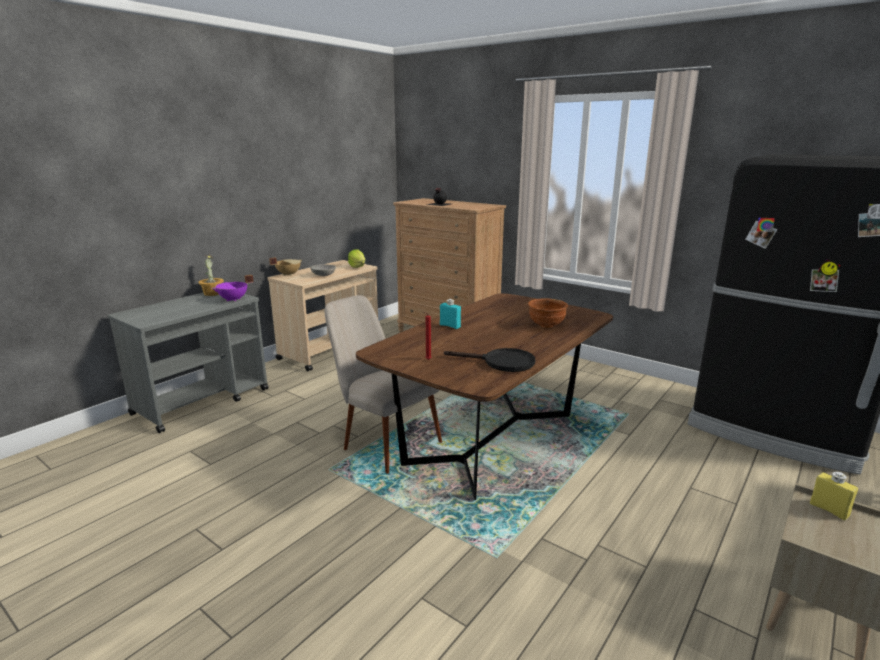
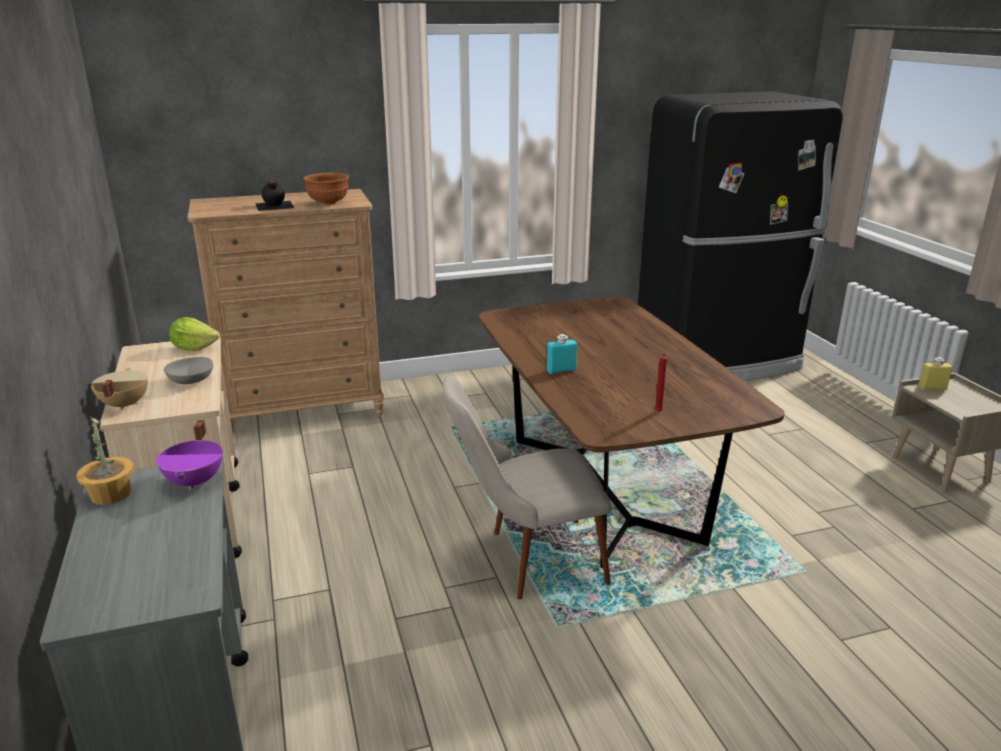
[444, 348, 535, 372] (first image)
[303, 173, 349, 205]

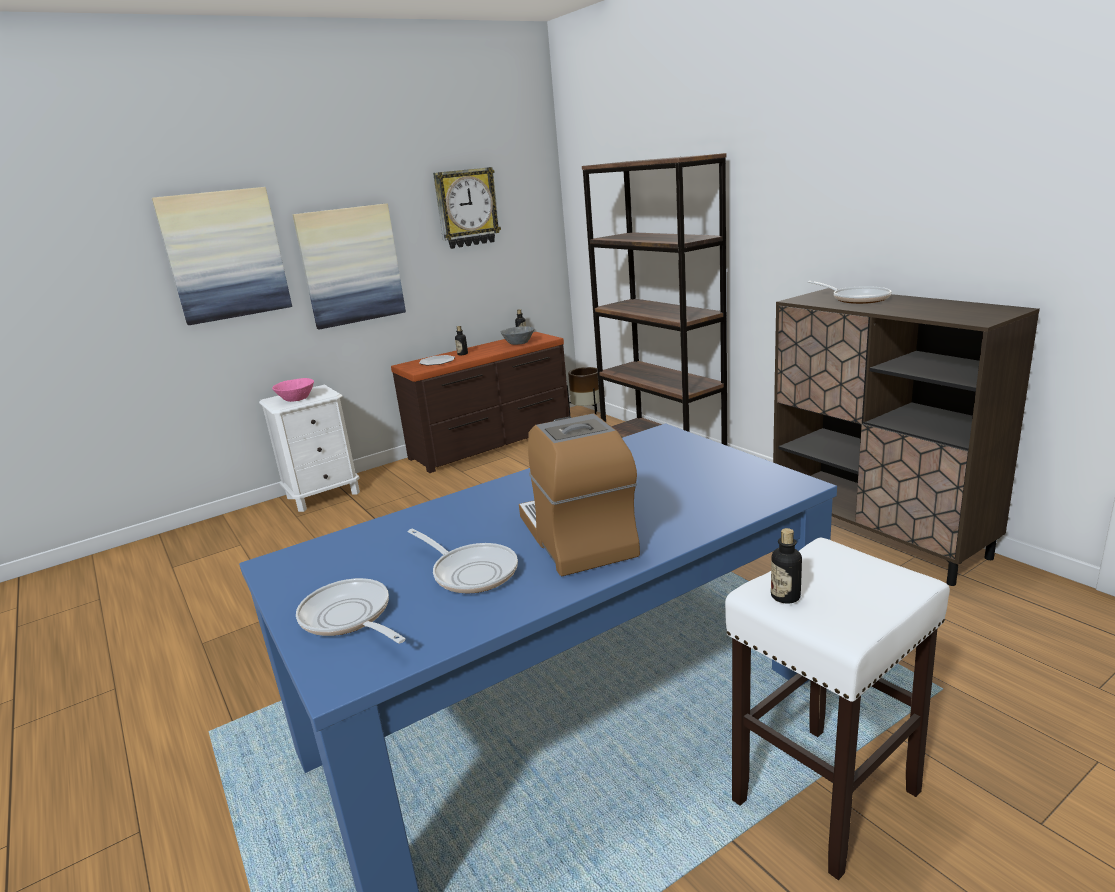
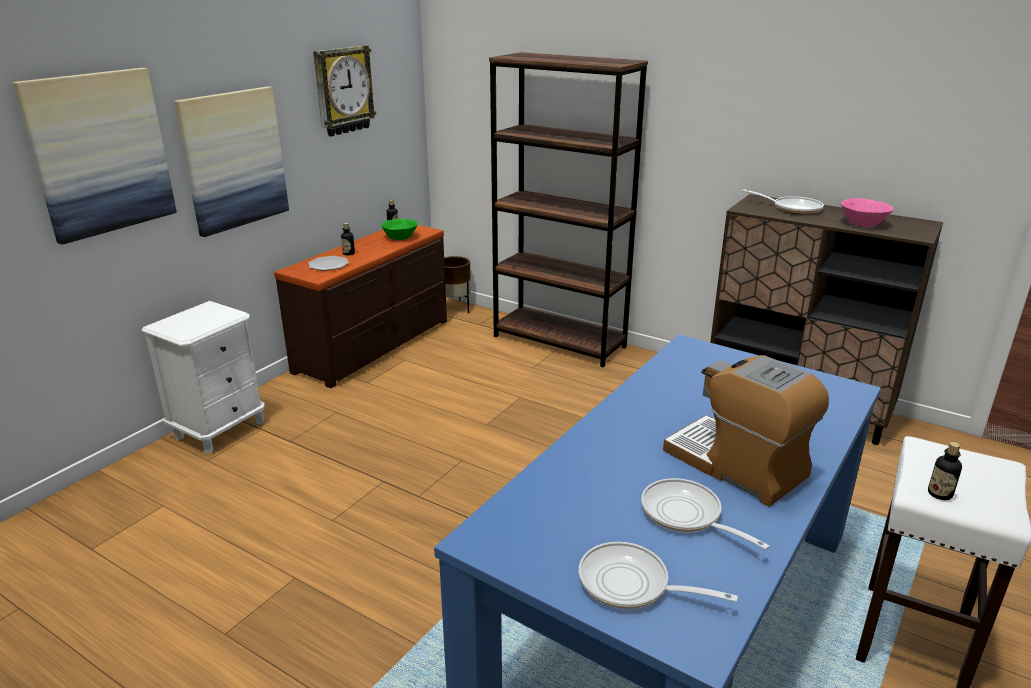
[841, 198, 894, 227]
[641, 478, 770, 550]
[381, 219, 418, 240]

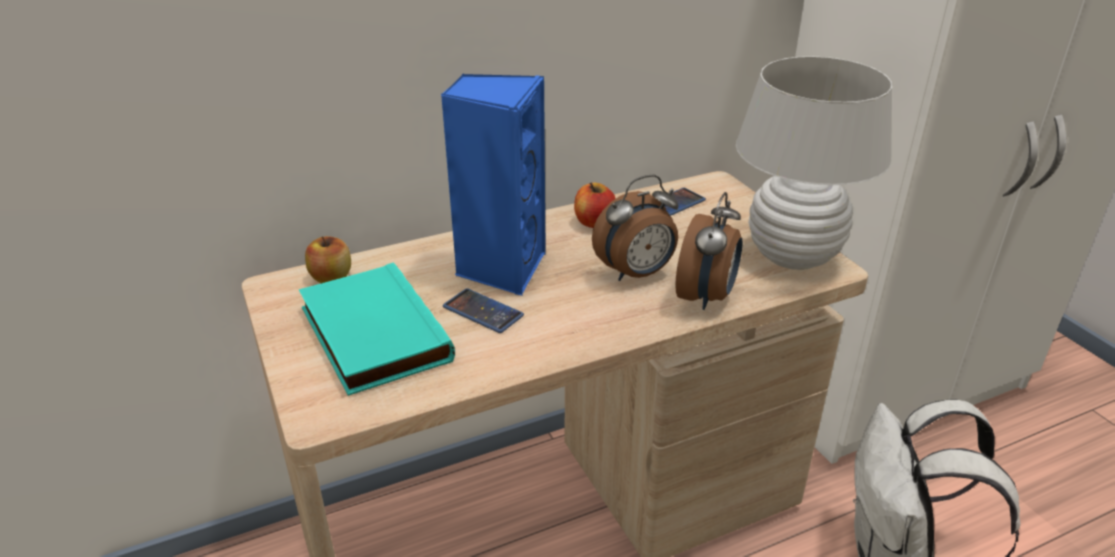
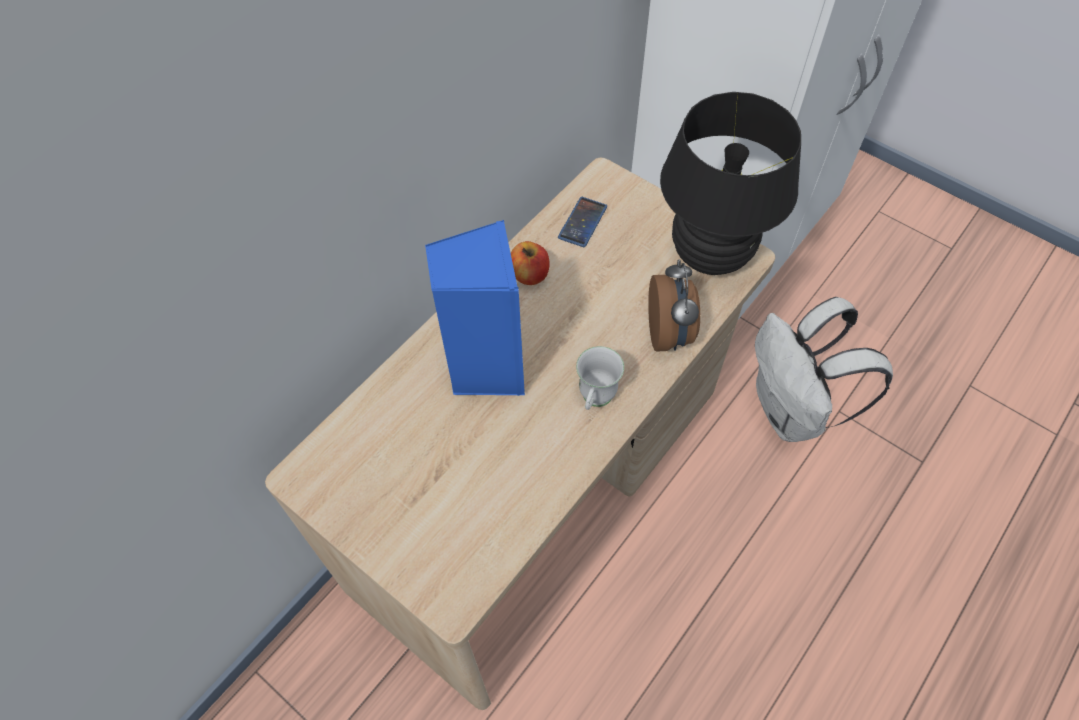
[298, 262, 455, 396] (first image)
[305, 236, 351, 283] (first image)
[443, 288, 524, 333] (first image)
[592, 175, 679, 281] (first image)
[660, 92, 801, 275]
[576, 346, 624, 410]

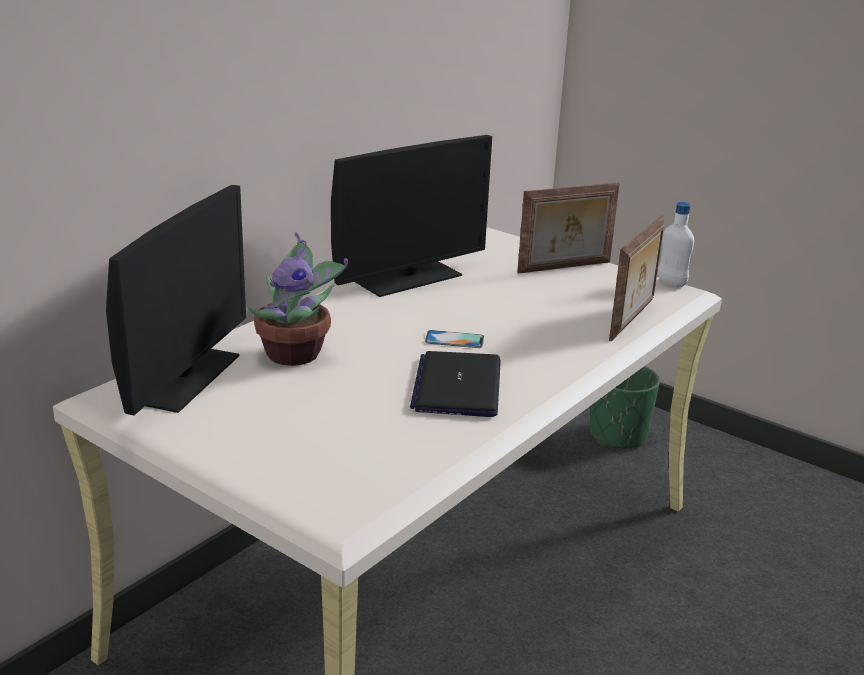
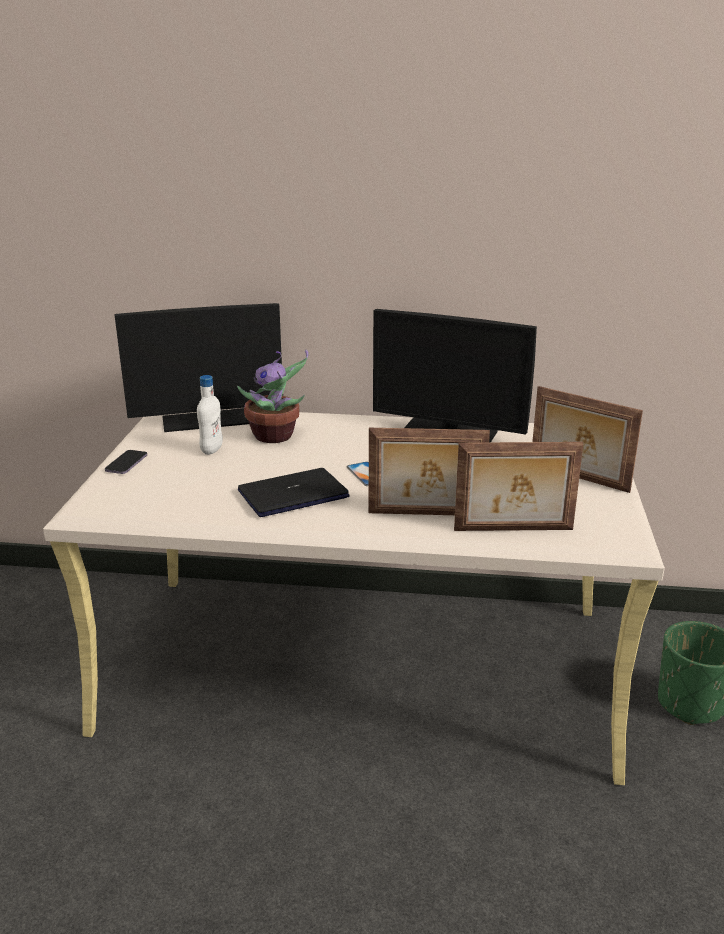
[197, 375, 223, 455]
[105, 450, 147, 474]
[369, 428, 490, 515]

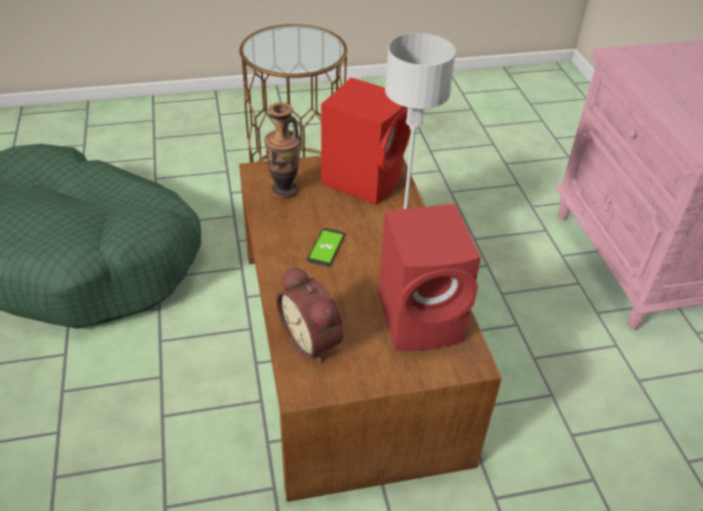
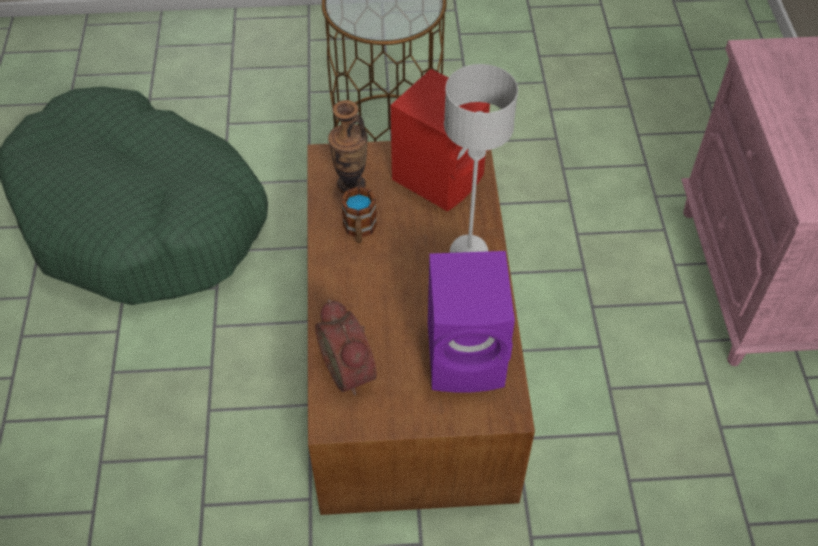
[307, 228, 345, 266] (first image)
[428, 251, 515, 393]
[341, 186, 377, 243]

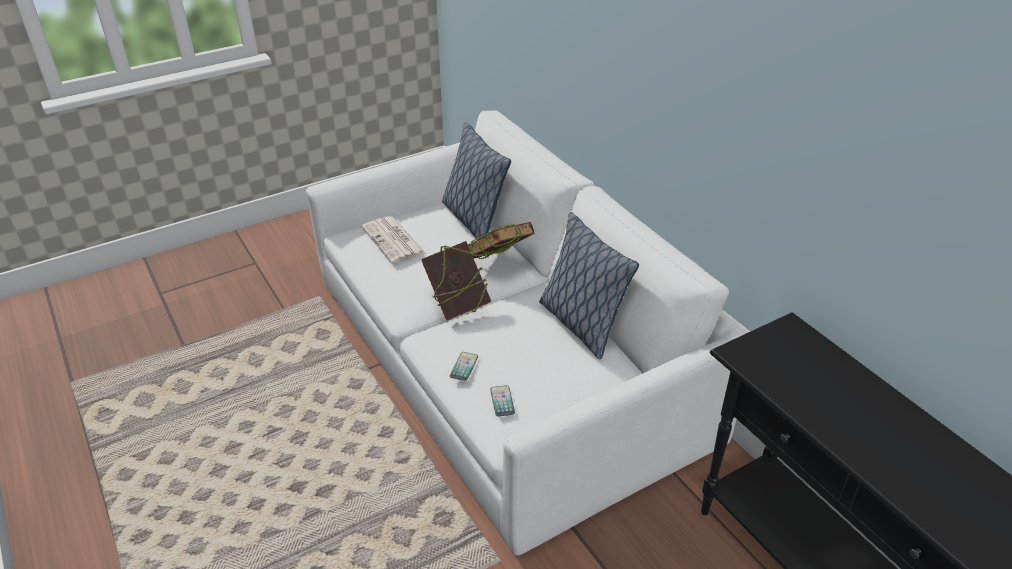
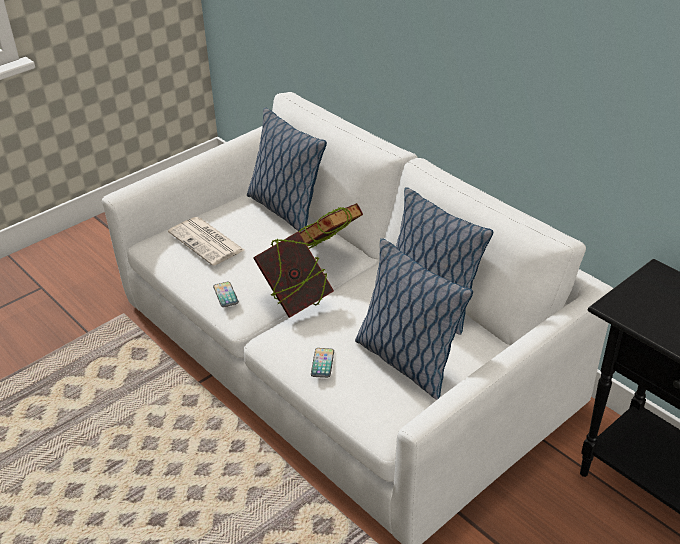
[213, 282, 239, 307]
[355, 238, 473, 400]

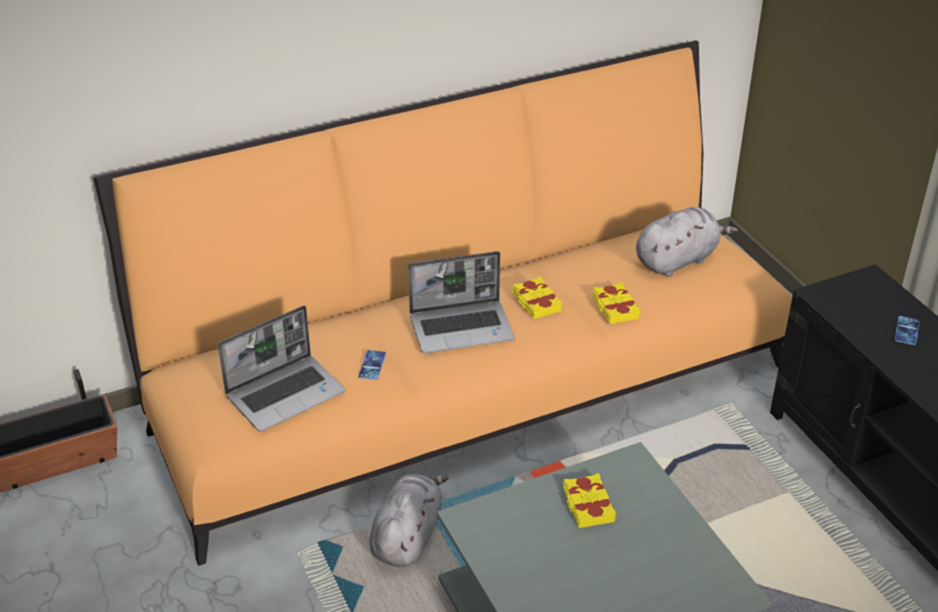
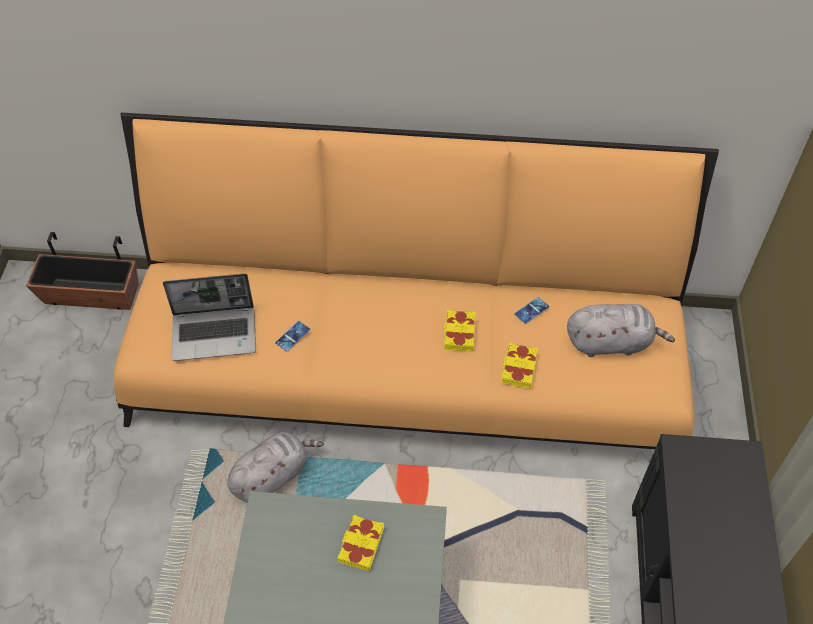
[408, 251, 515, 353] (first image)
[514, 297, 549, 324]

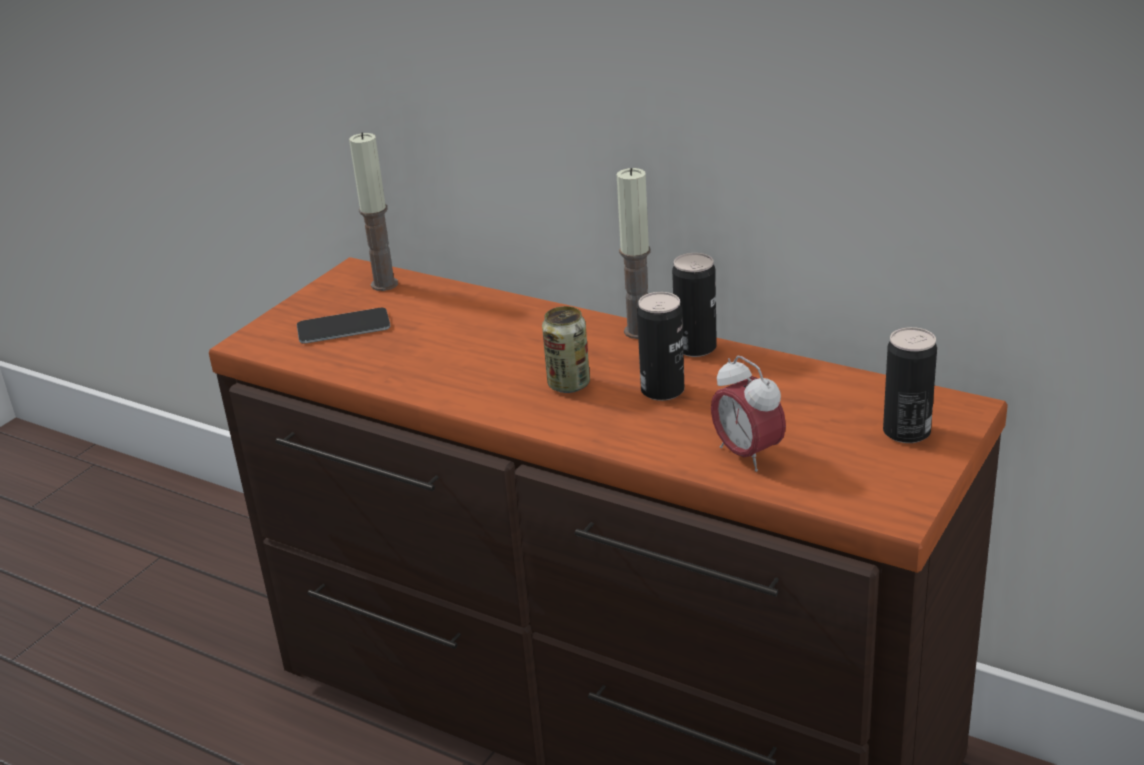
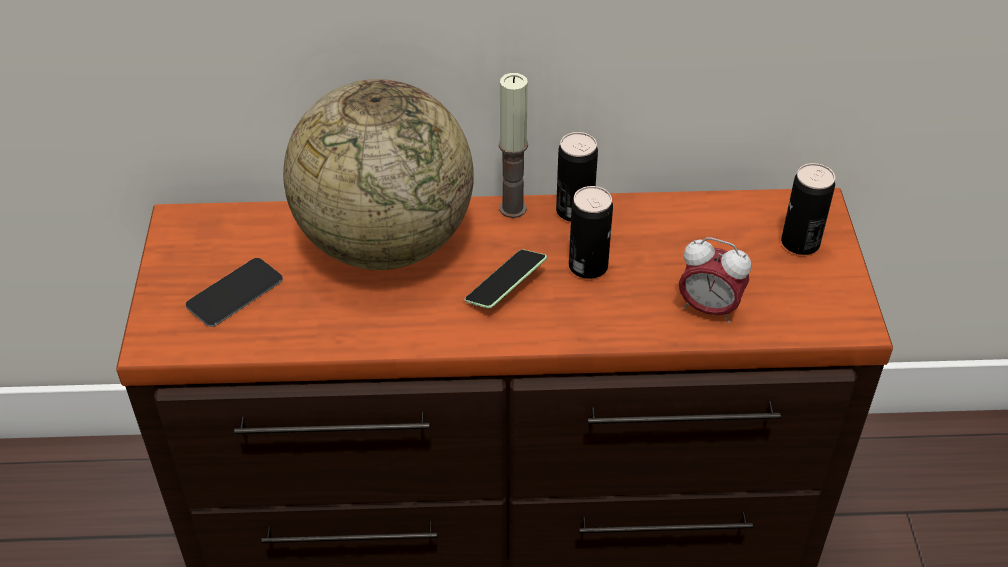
[349, 132, 398, 291] (first image)
[465, 249, 547, 309]
[283, 79, 474, 270]

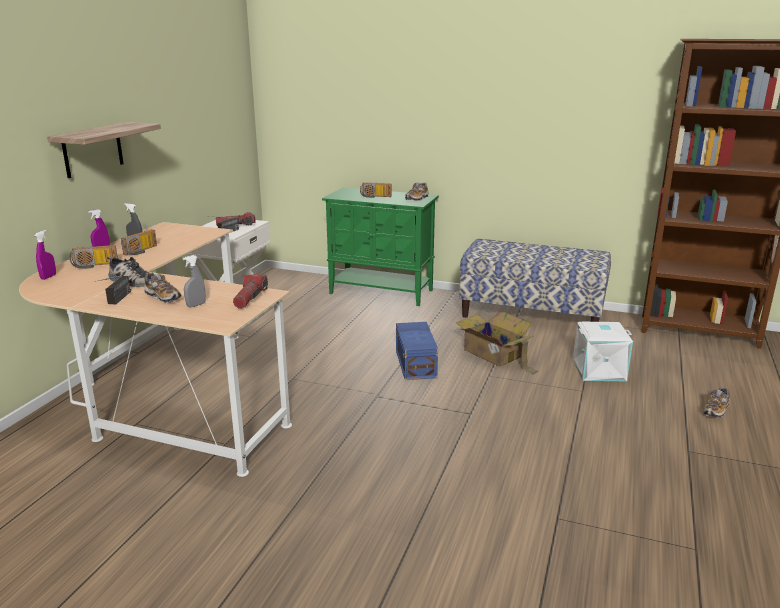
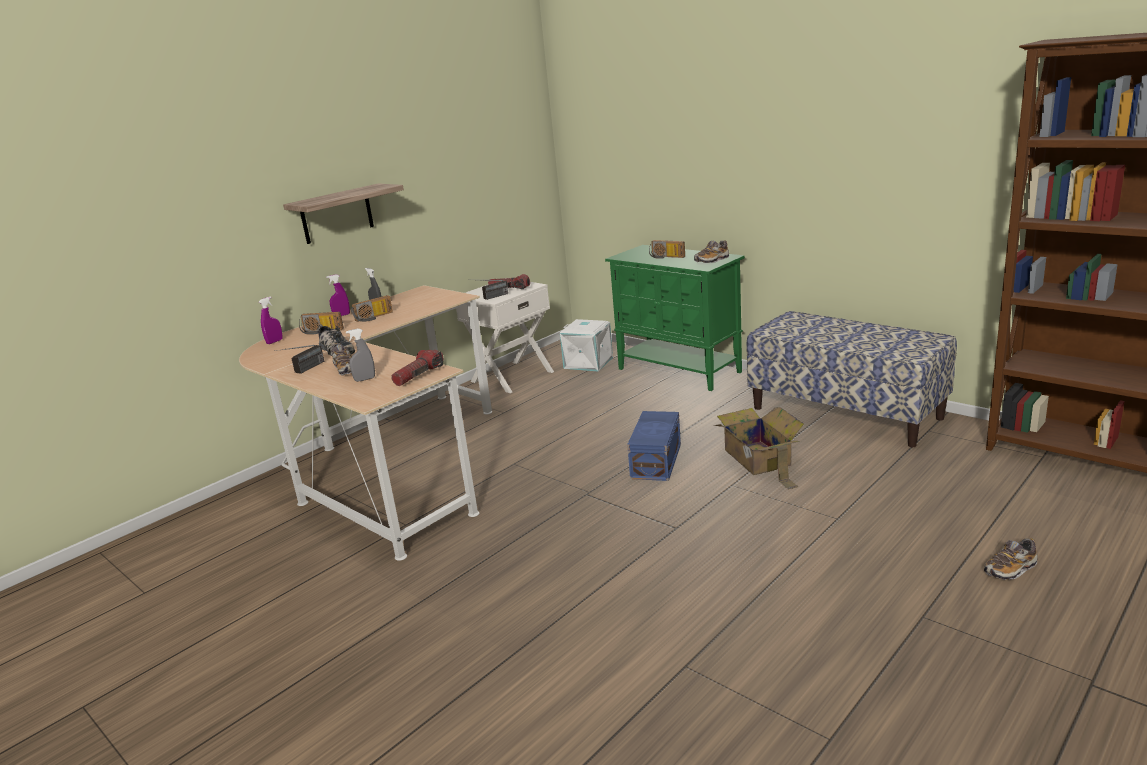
[560, 319, 613, 372]

